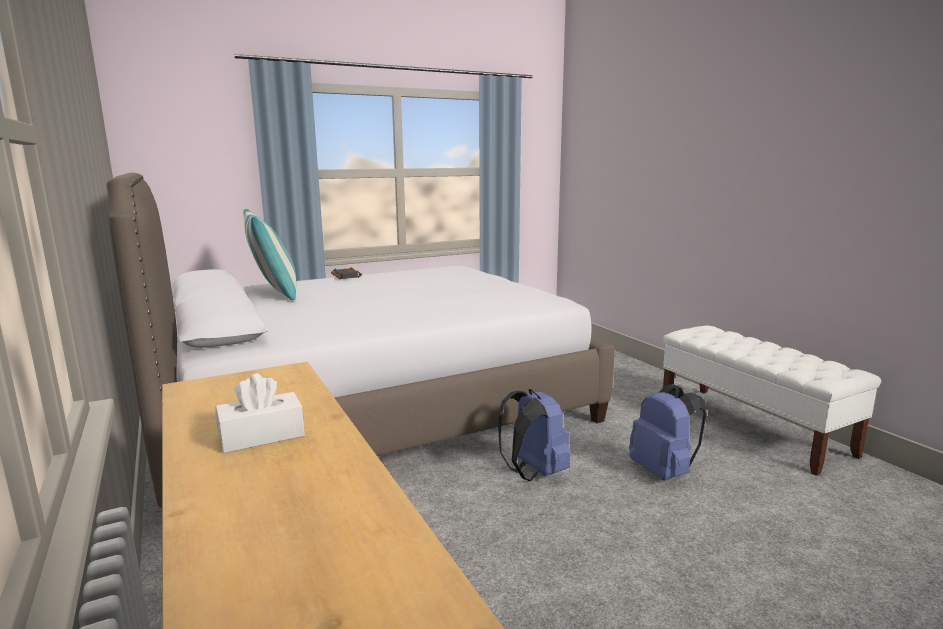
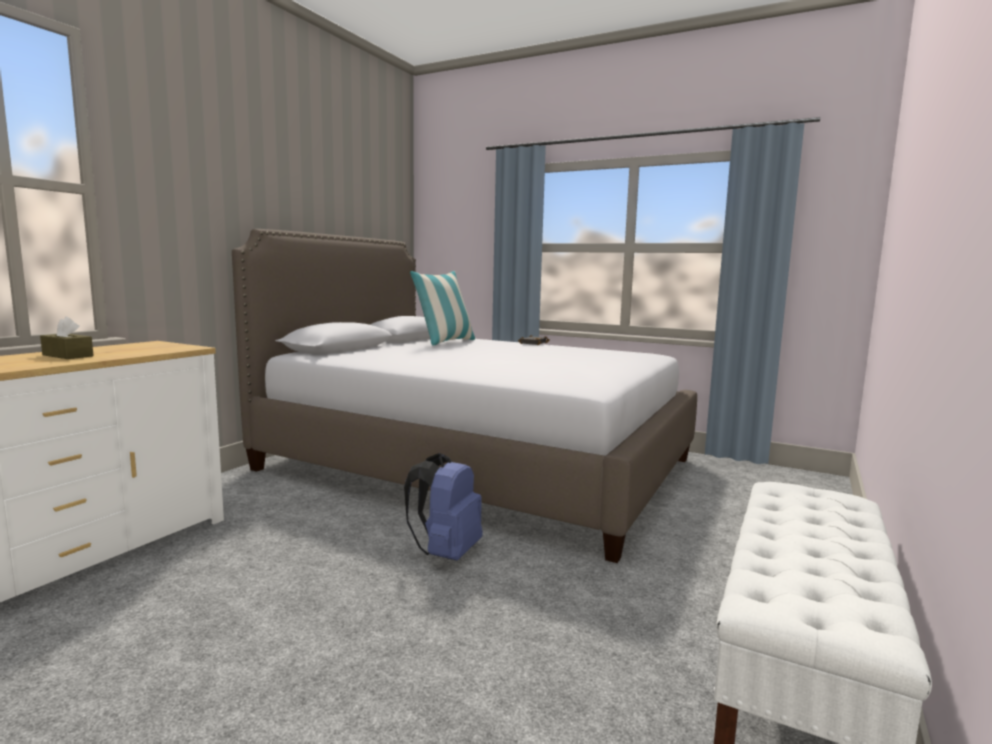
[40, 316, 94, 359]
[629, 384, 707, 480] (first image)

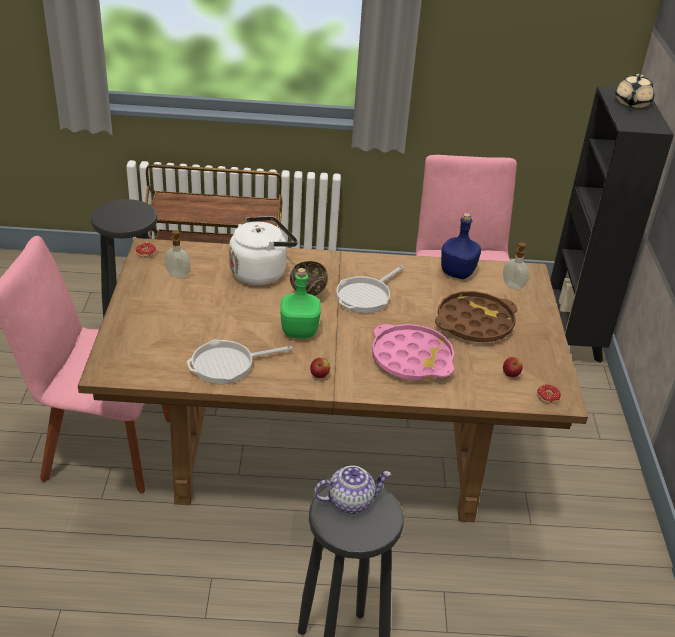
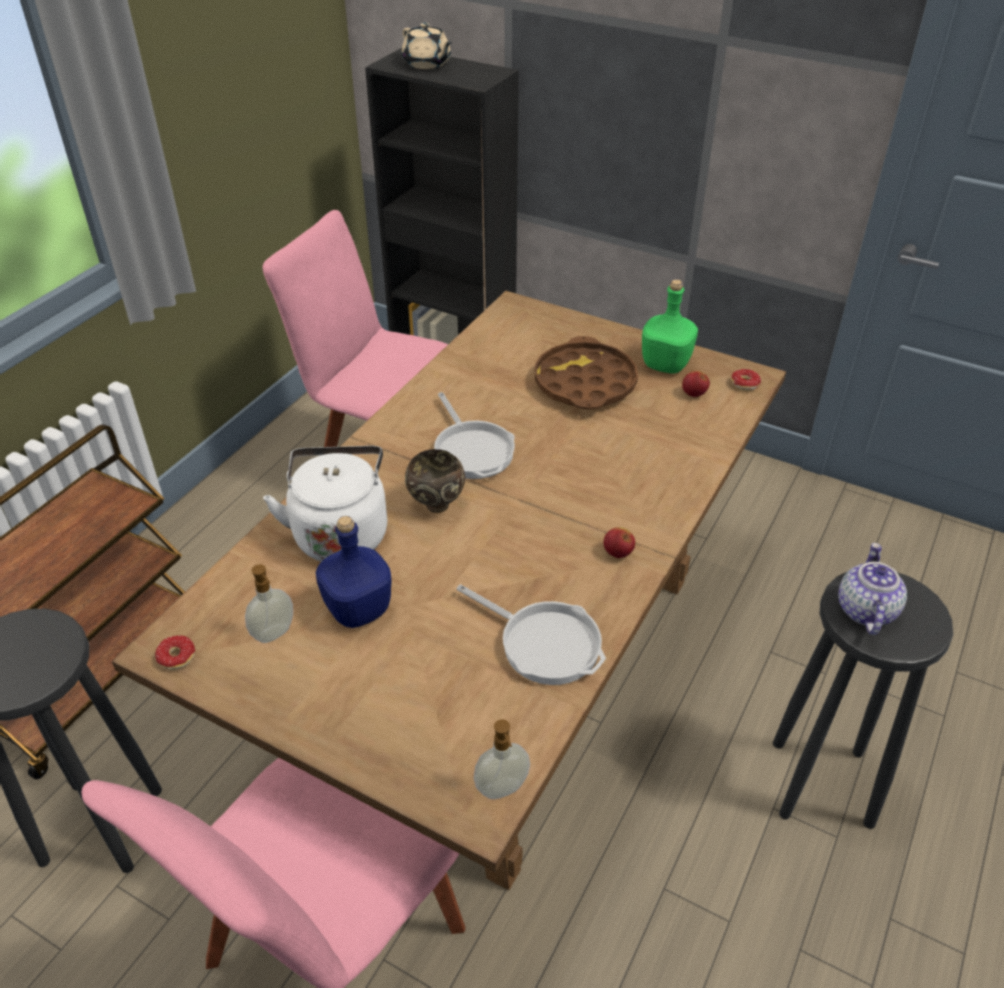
[457, 584, 606, 685]
[642, 279, 698, 373]
[372, 324, 454, 381] (first image)
[316, 516, 392, 628]
[474, 719, 530, 799]

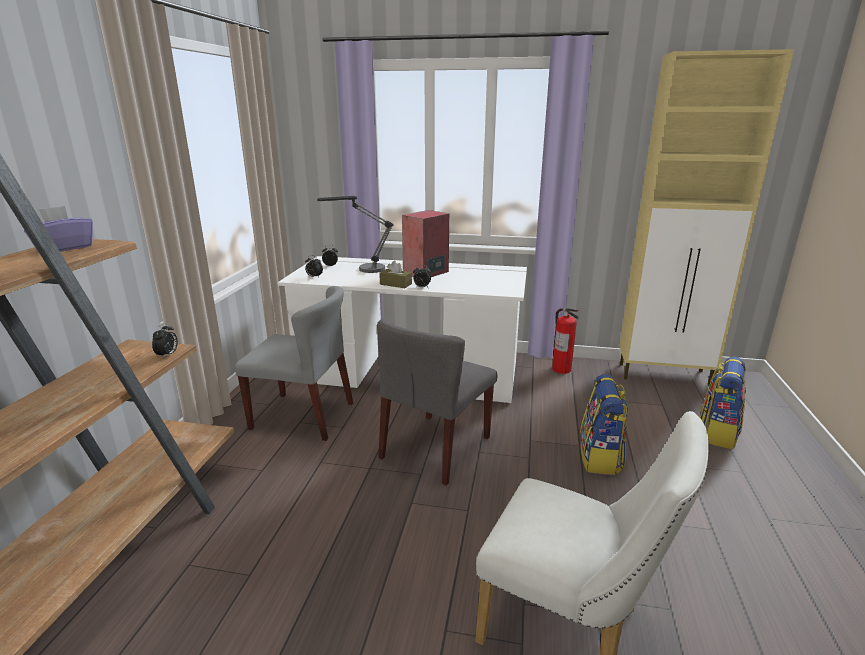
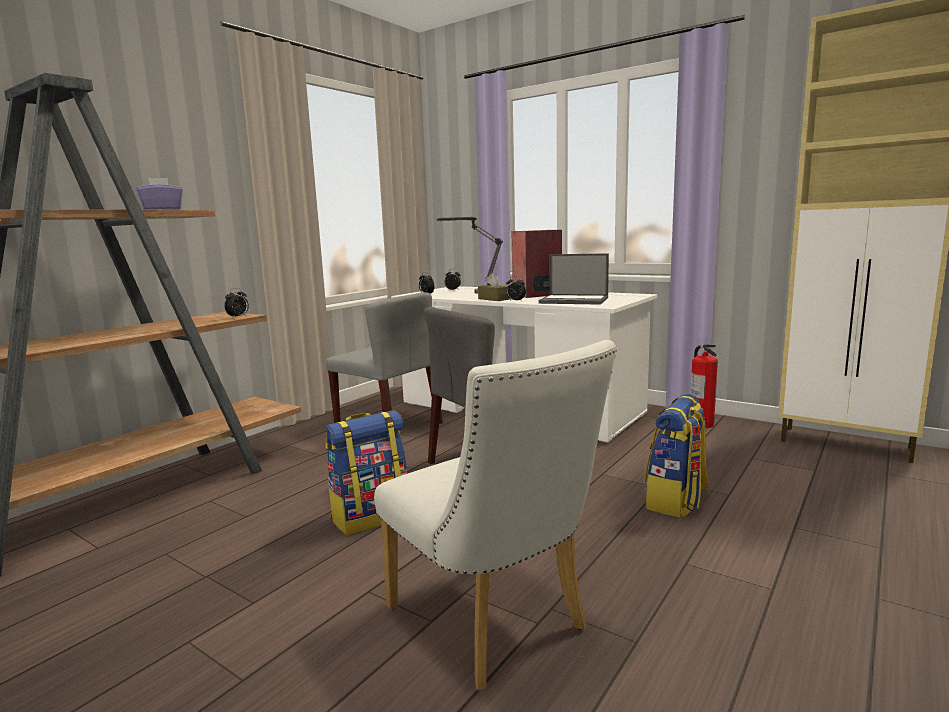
[325, 410, 408, 535]
[539, 253, 609, 305]

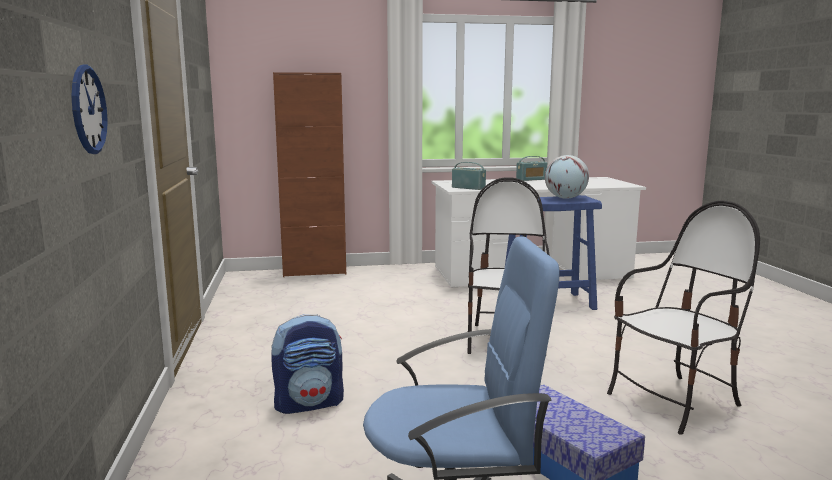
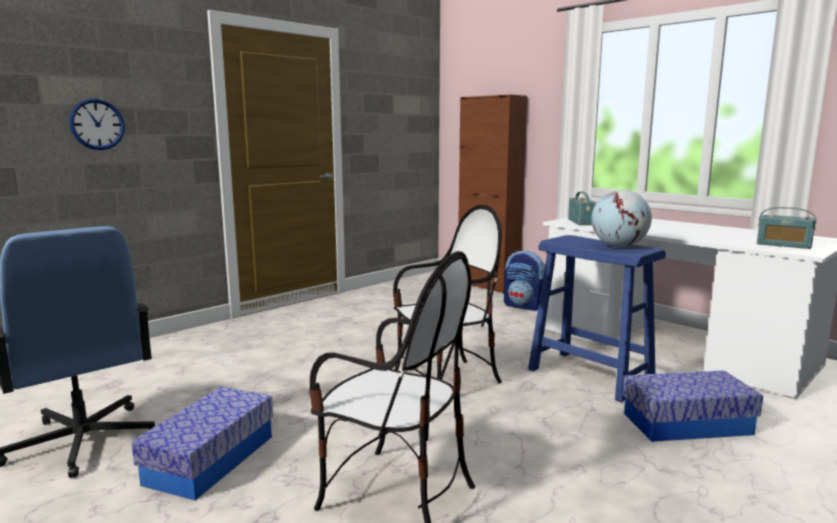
[504, 250, 545, 311]
[757, 207, 816, 249]
[623, 370, 763, 442]

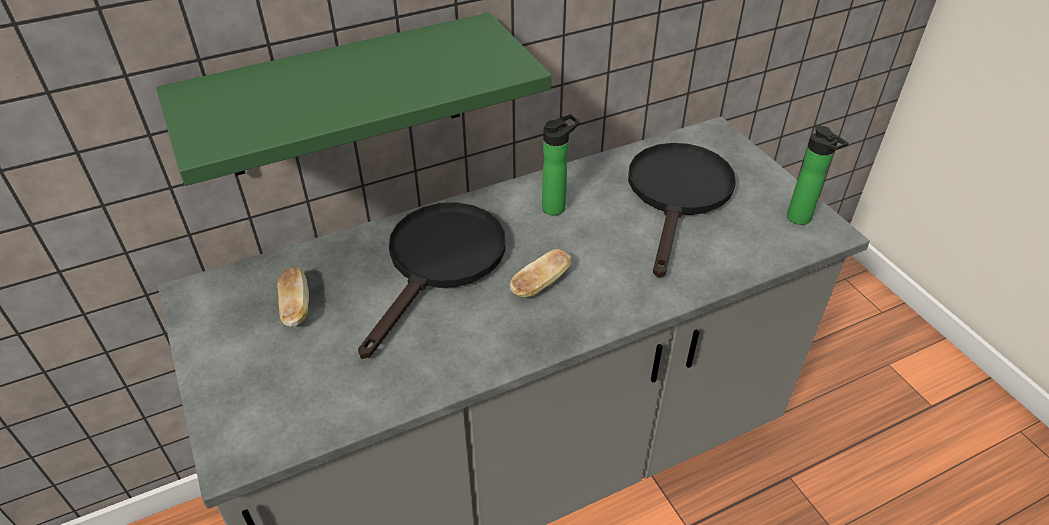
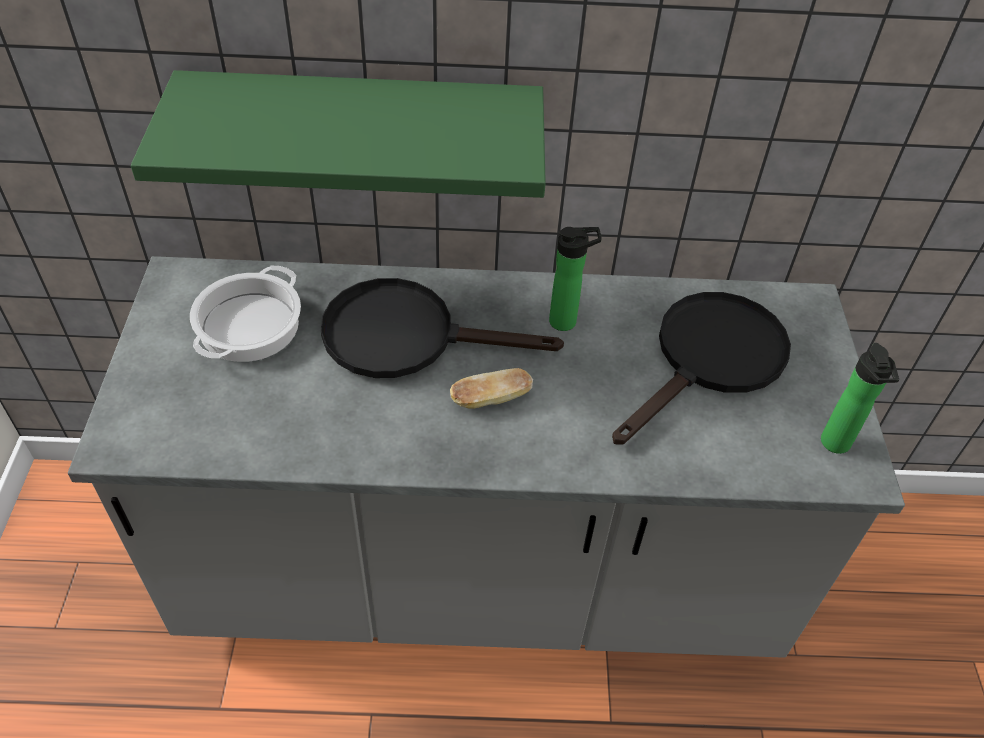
[190, 266, 301, 362]
[321, 278, 564, 378]

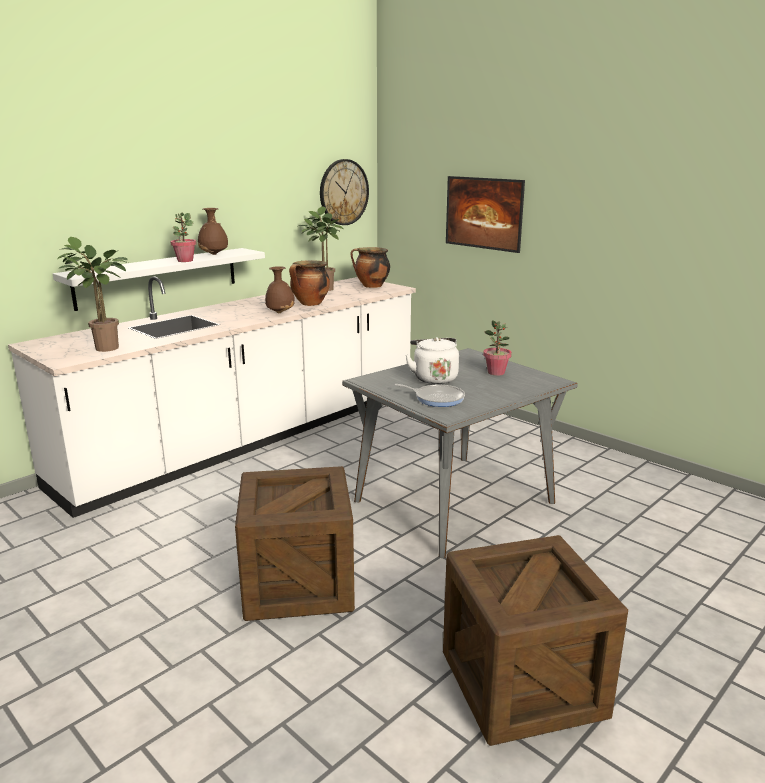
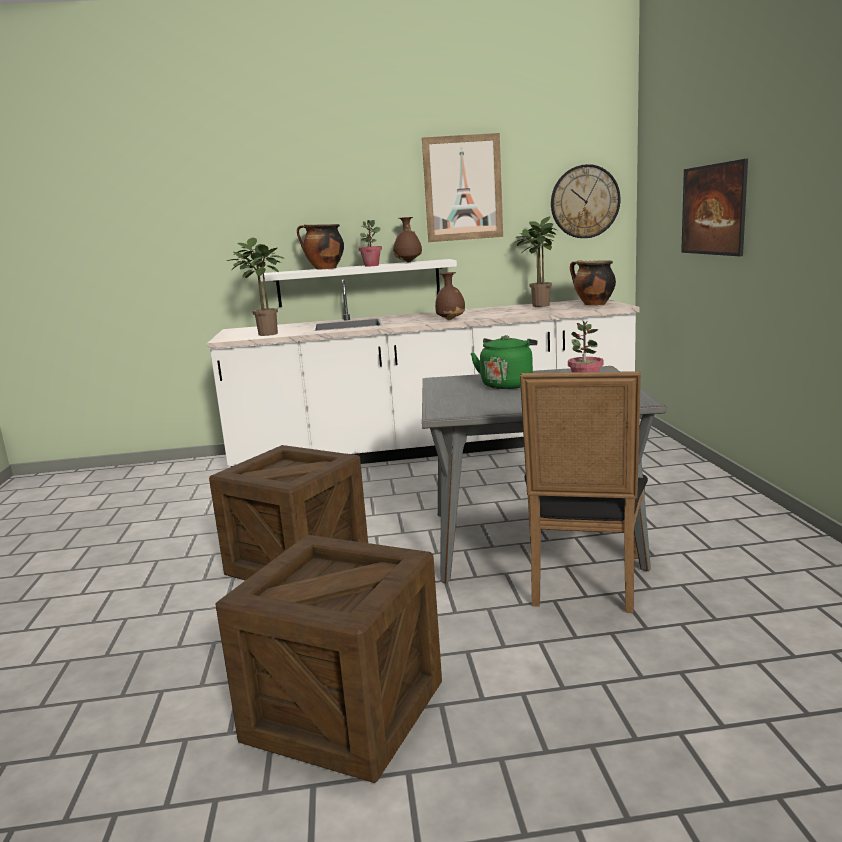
[297, 224, 344, 270]
[395, 384, 465, 407] (first image)
[470, 335, 538, 389]
[422, 133, 503, 242]
[520, 371, 648, 613]

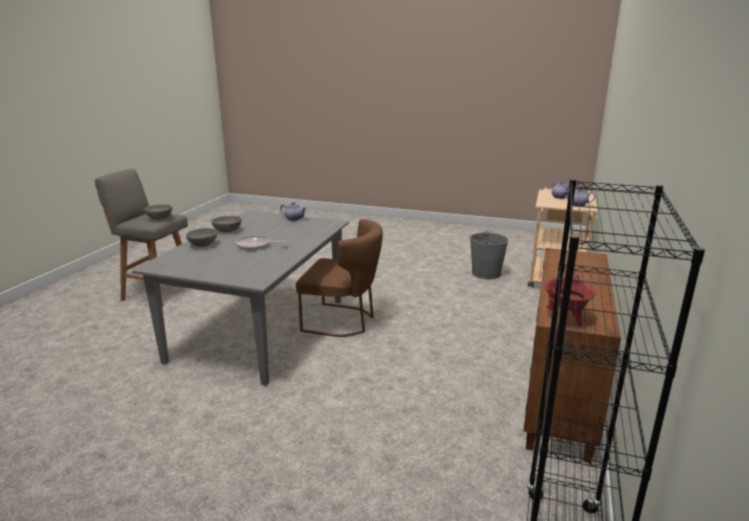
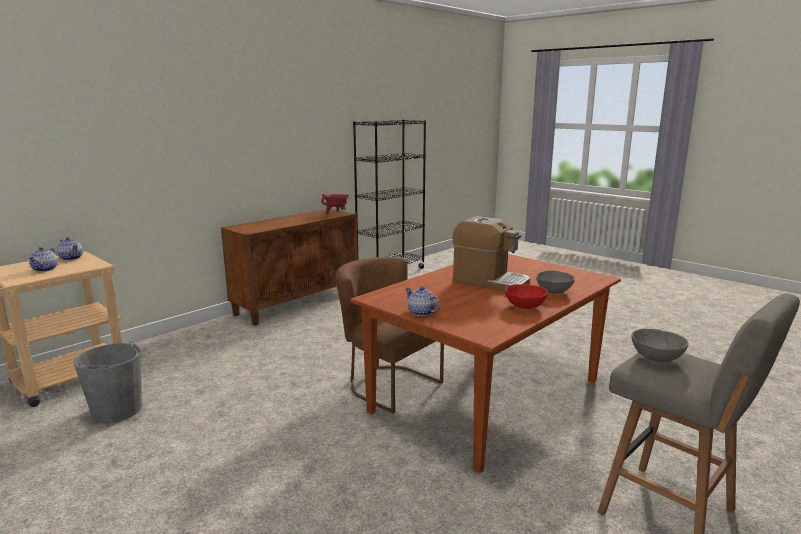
[350, 254, 621, 473]
[505, 284, 548, 309]
[452, 216, 530, 292]

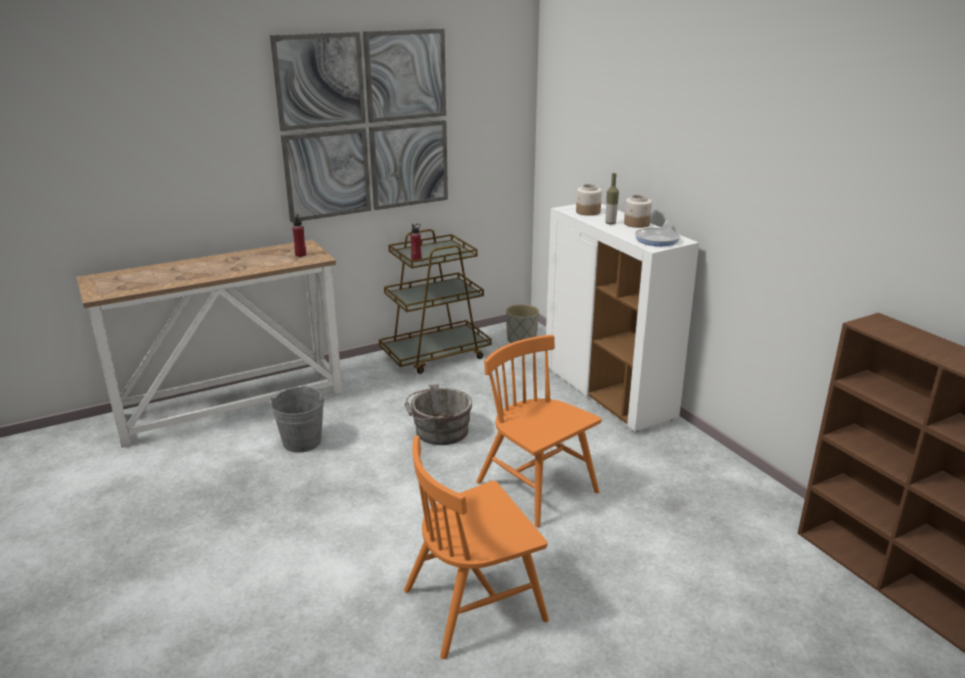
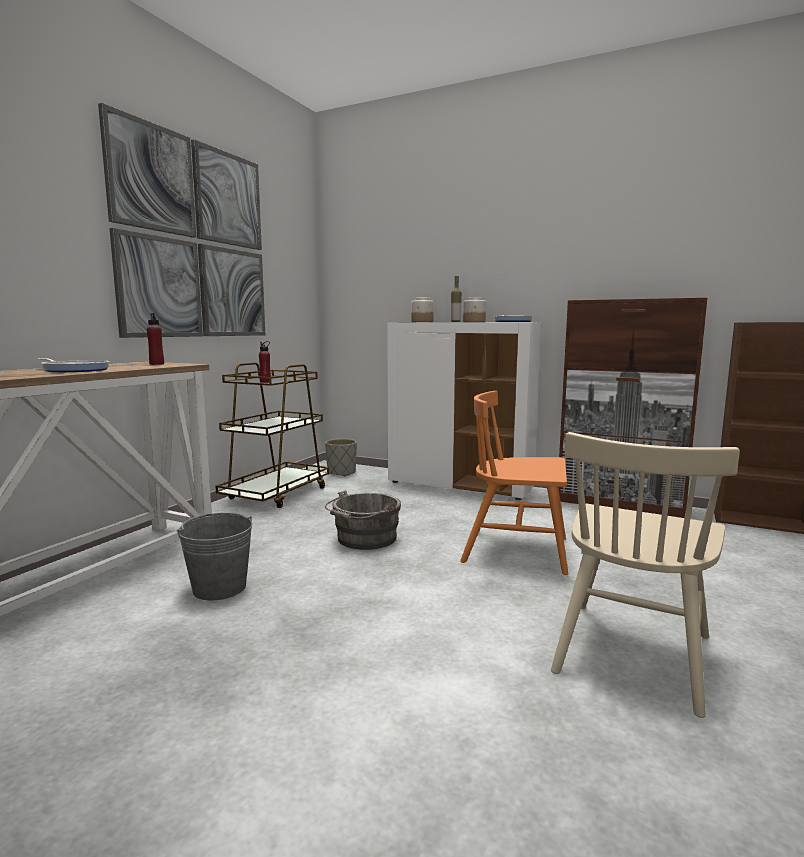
[551, 432, 740, 718]
[37, 358, 109, 372]
[558, 298, 708, 518]

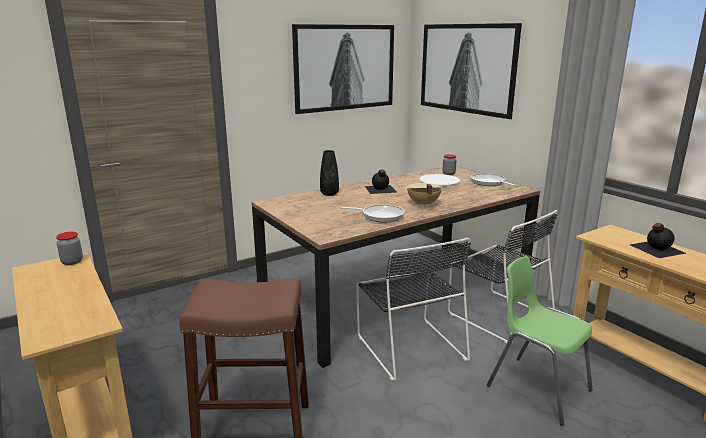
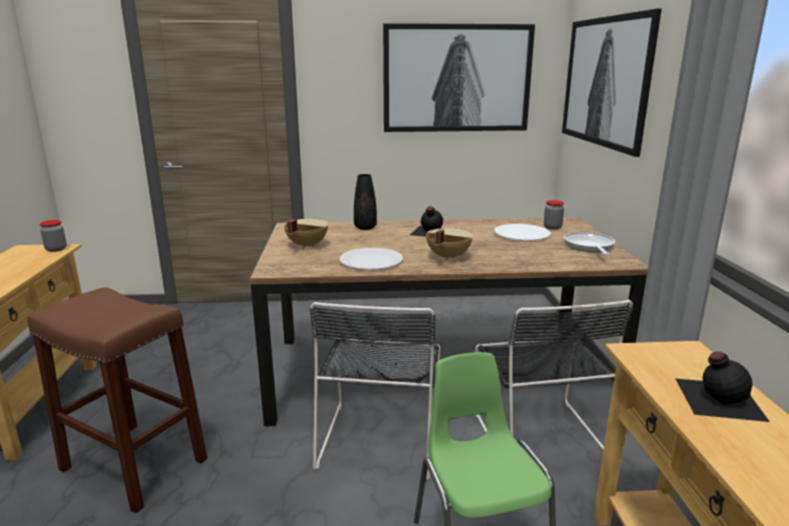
[340, 248, 403, 270]
[284, 218, 328, 249]

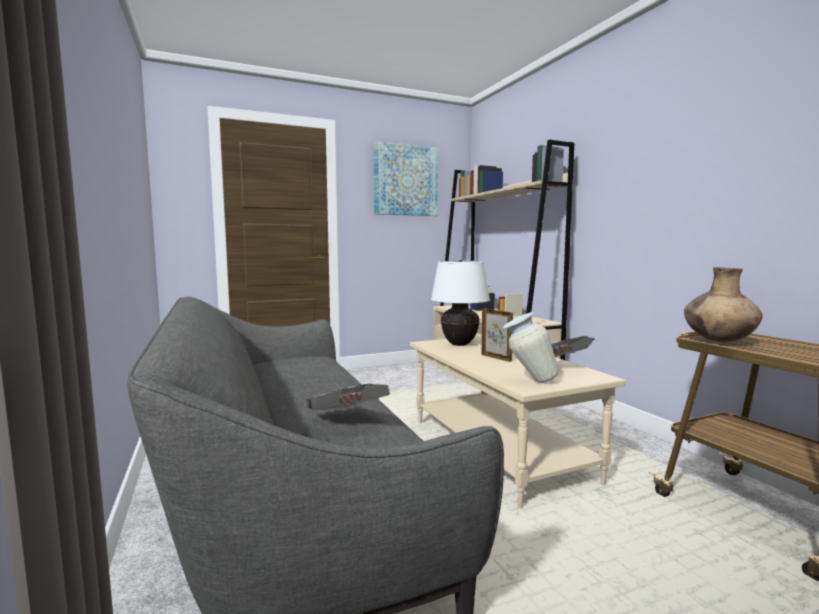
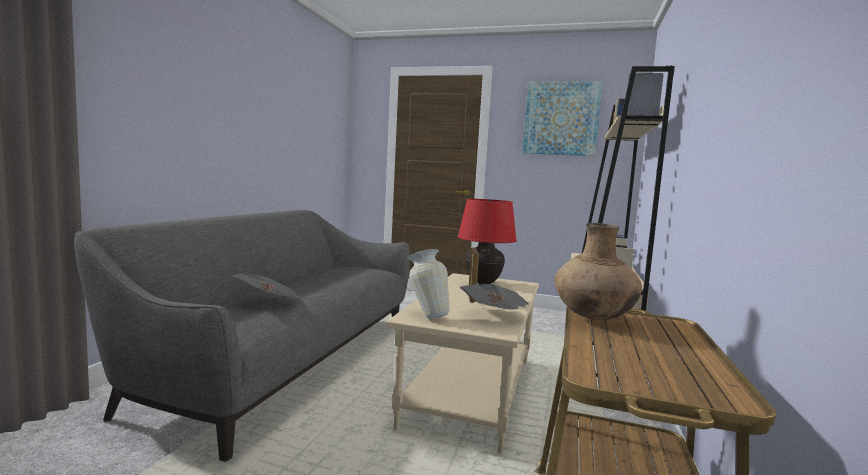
[457, 199, 517, 284]

